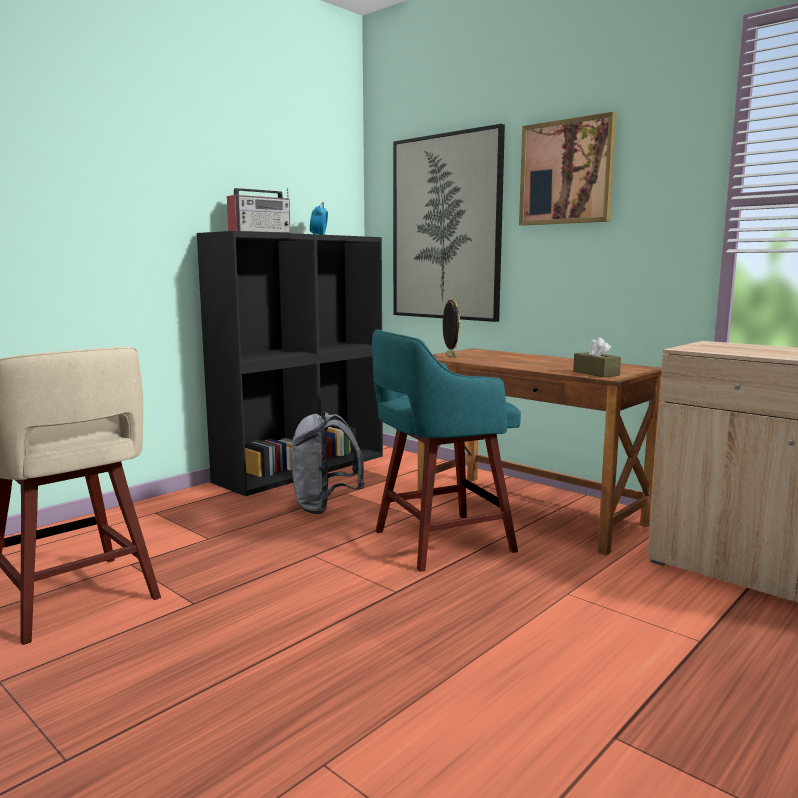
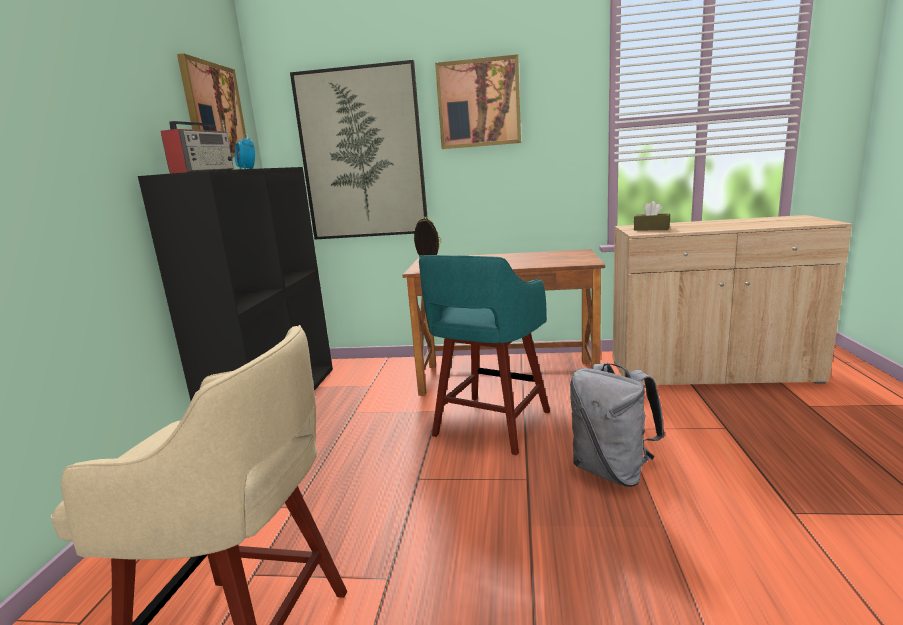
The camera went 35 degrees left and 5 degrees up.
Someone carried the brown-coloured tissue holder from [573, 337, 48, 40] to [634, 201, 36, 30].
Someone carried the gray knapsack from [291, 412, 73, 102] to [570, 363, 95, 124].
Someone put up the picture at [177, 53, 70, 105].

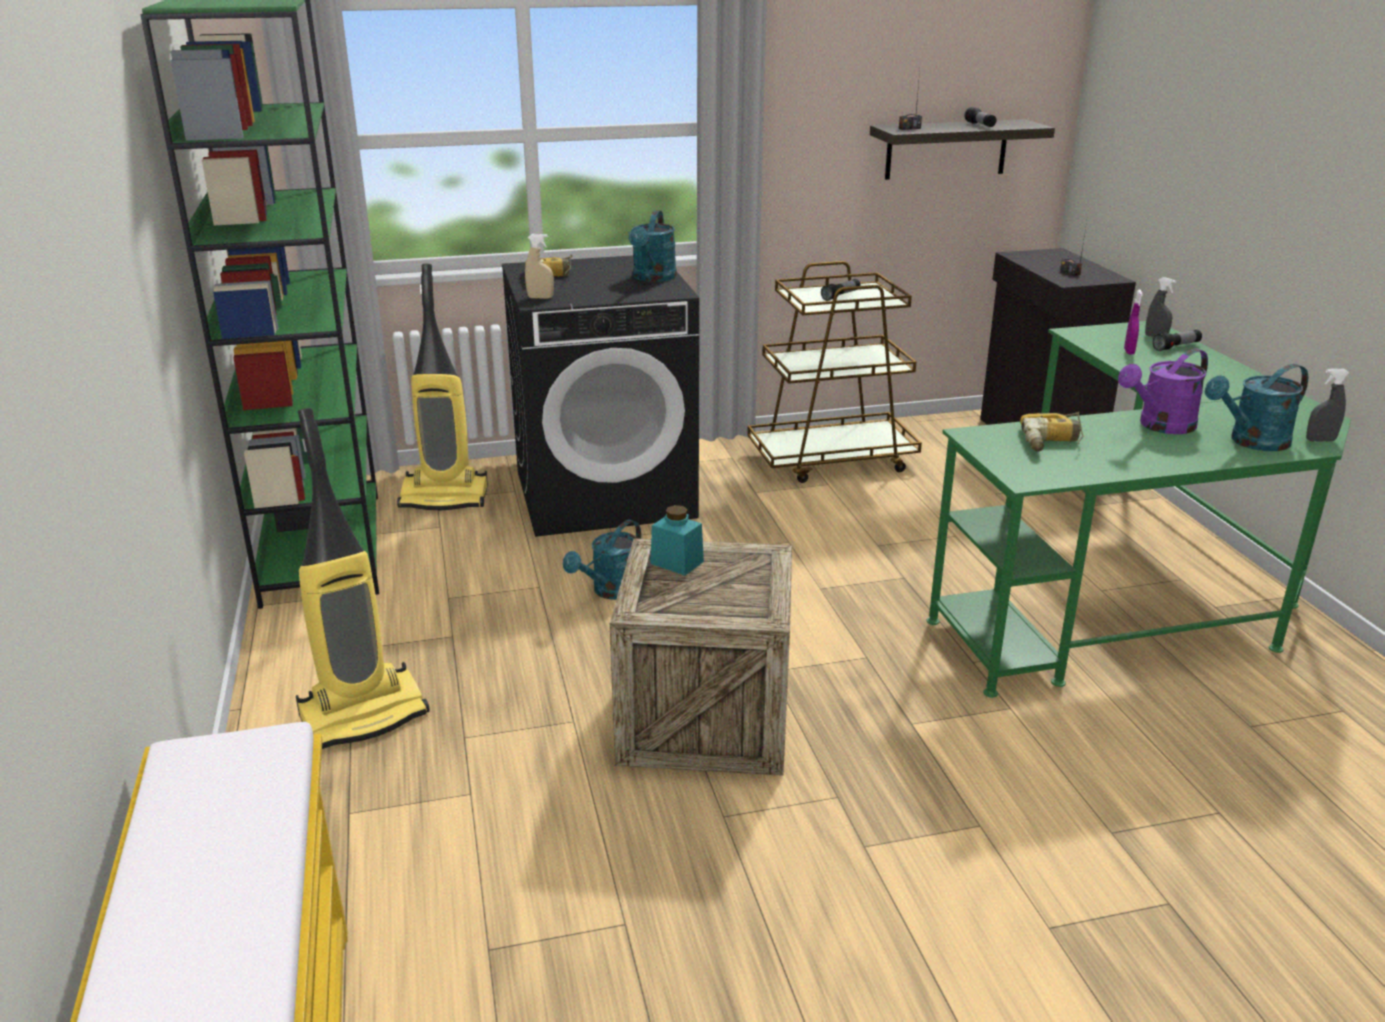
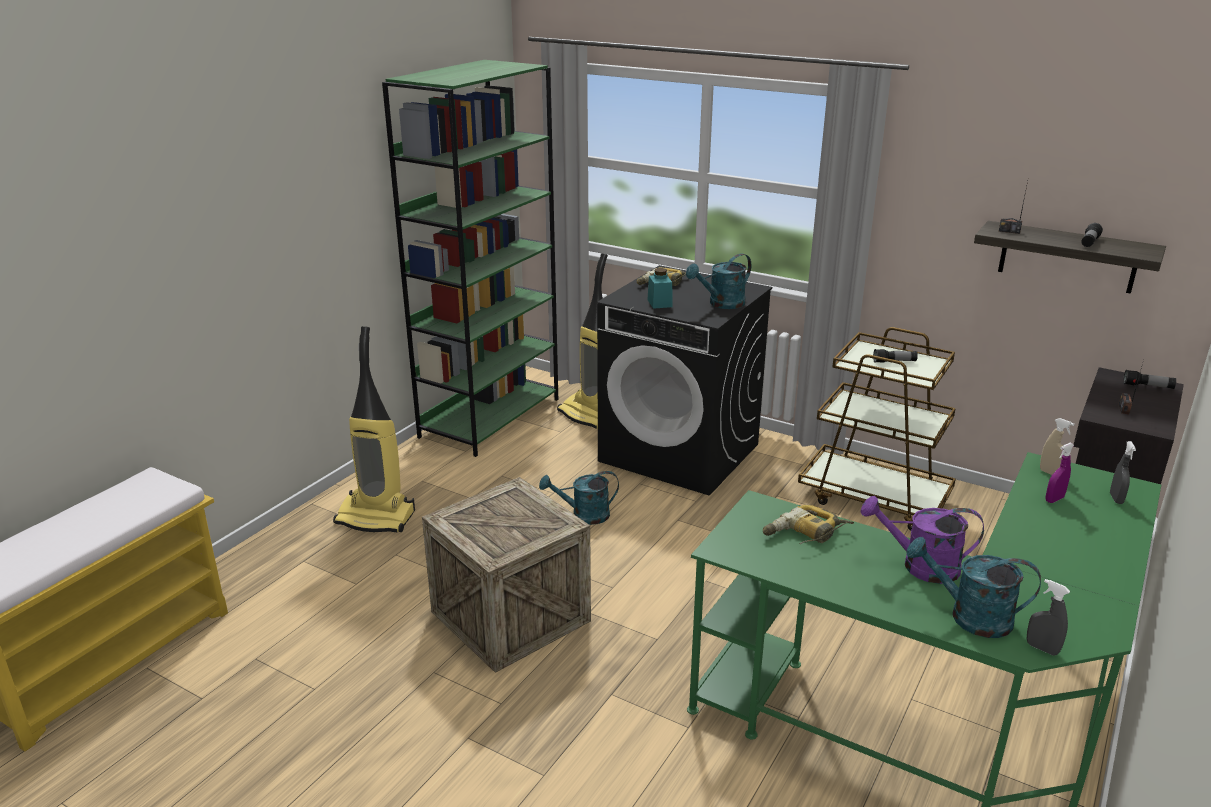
The camera went 45 degrees right and 0 degrees up.
Someone carried the beige sprayer from [525, 234, 29, 65] to [1040, 418, 35, 57].
Someone carried the torch from [1152, 329, 50, 22] to [1123, 370, 53, 19].
Someone carried the turquoise-coloured jar from [650, 505, 54, 71] to [647, 268, 26, 41].

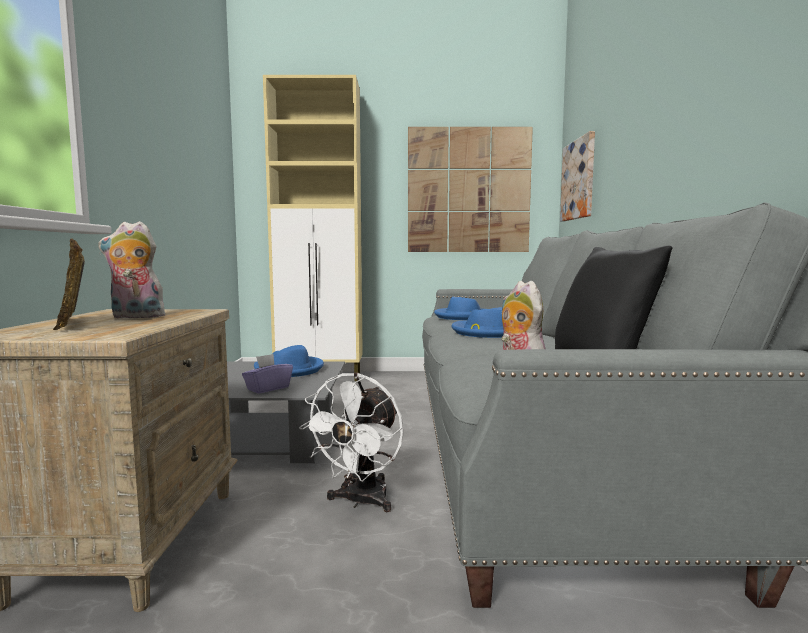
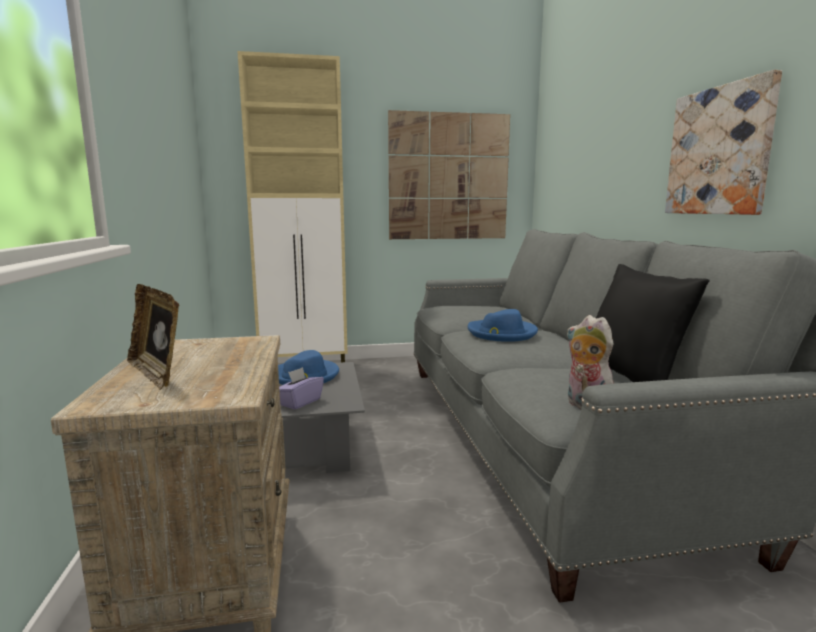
The camera went 10 degrees left and 5 degrees up.
Someone carried the picture from [560, 131, 35, 90] to [665, 70, 117, 145].
Someone took away the soft toy at [98, 221, 73, 97].
Someone took away the blue-coloured hat at [434, 297, 48, 23].
Someone took away the whitish cooling fan at [299, 372, 105, 140].

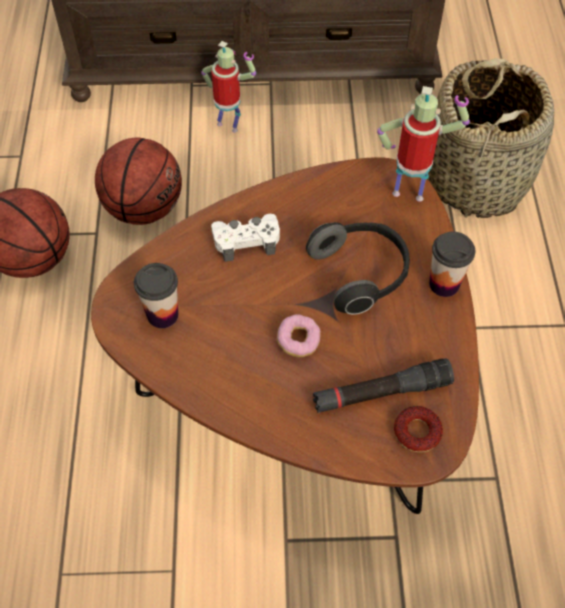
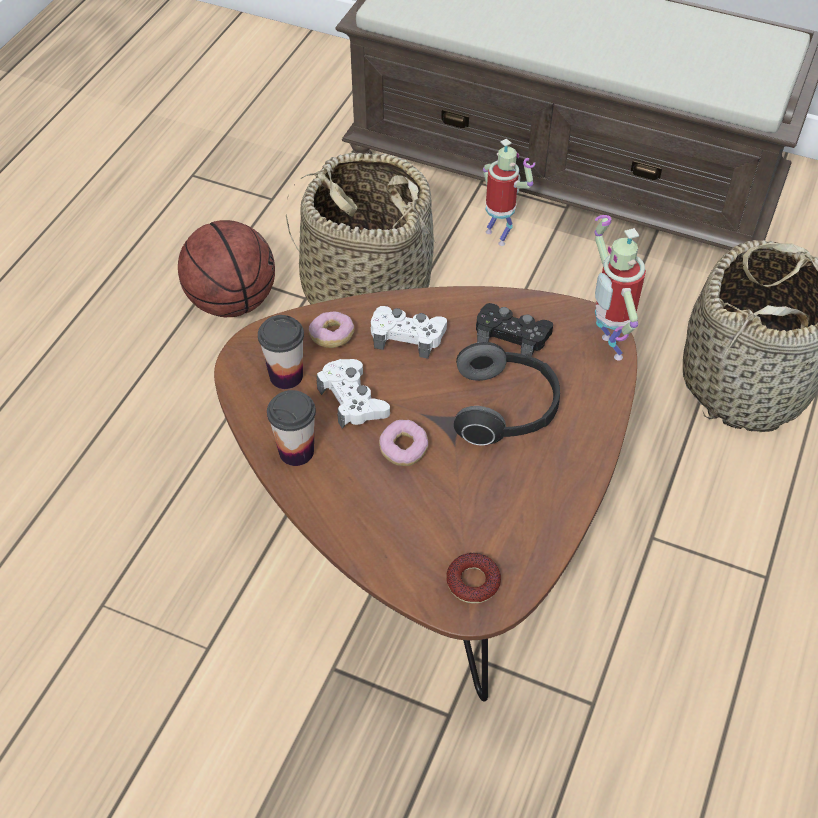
The camera went 25 degrees right and 5 degrees down.
Someone rotated the model robot at [377, 86, 93, 116] by 150 degrees counterclockwise.
Someone swapped the basketball ball at [95, 138, 87, 87] for the basket at [286, 153, 148, 151].
Someone carried the cup from [429, 232, 46, 65] to [267, 390, 49, 76].
Someone took away the blackish torch at [313, 358, 141, 55].
Someone put down the blackish game controller at [476, 303, 77, 54].
Someone put down the ring doughnut at [309, 311, 46, 37].
Someone put down the whitish game controller at [317, 359, 73, 70].

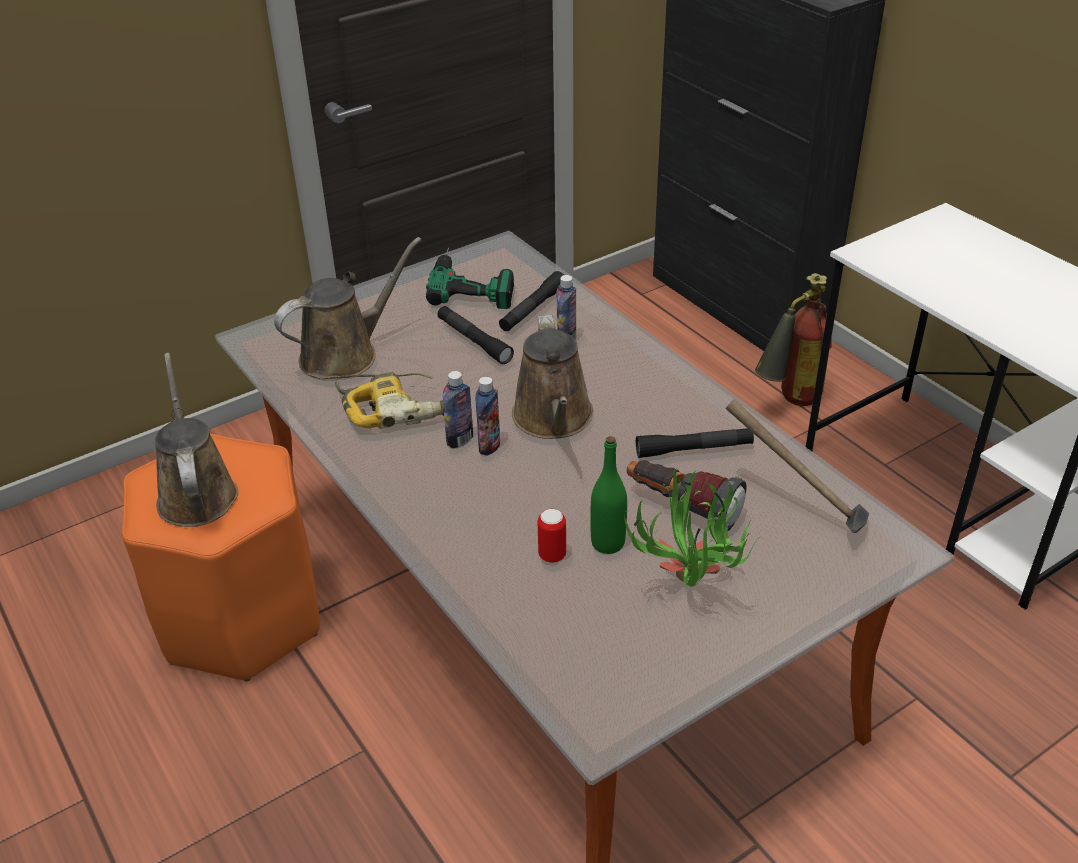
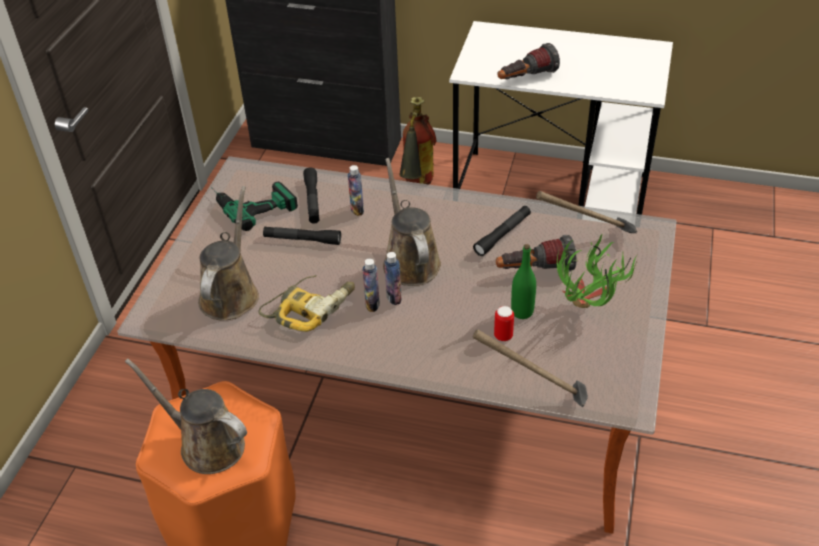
The camera went 40 degrees left and 5 degrees up.
Someone rotated the brown-coloured watering pot at [512, 315, 81, 124] by 150 degrees counterclockwise.
Someone put down the torch at [497, 43, 63, 36].
Someone put down the tool hammer at [473, 329, 115, 78].

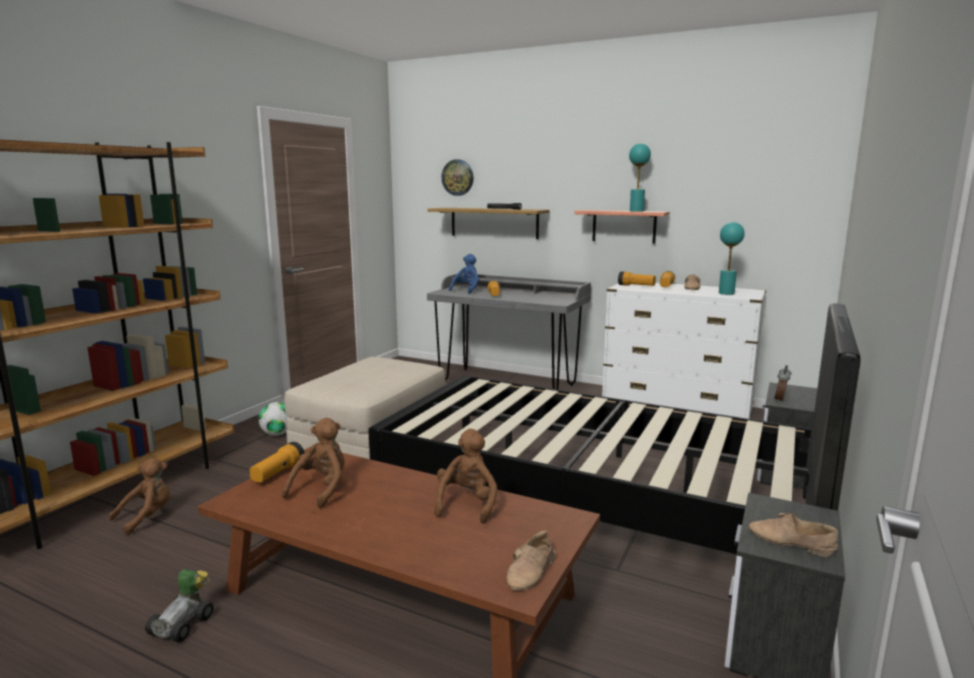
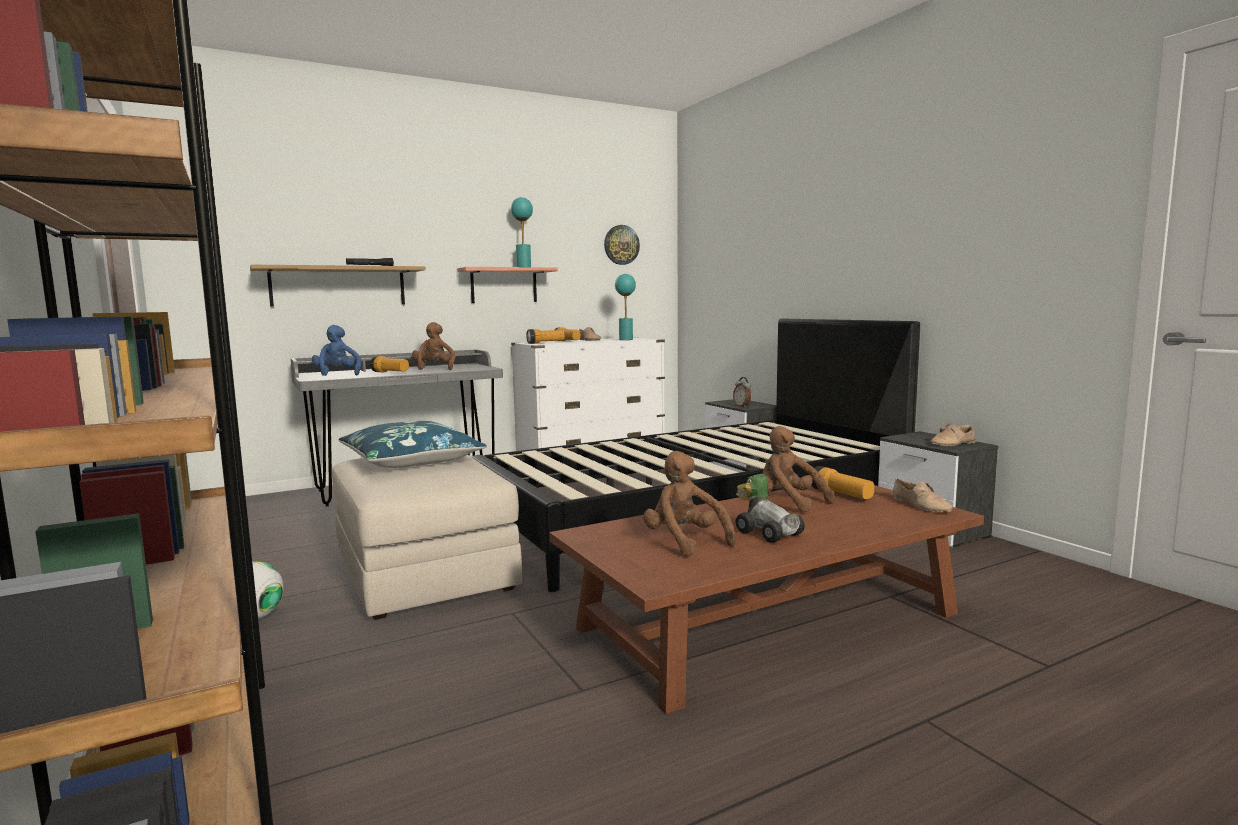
The camera went 55 degrees left and 5 degrees down.
Someone carried the hanging clock from [441, 159, 33, 37] to [604, 225, 36, 40].
Someone carried the torch from [249, 442, 56, 41] to [811, 466, 64, 33].
Someone carried the brown-coloured soft toy from [109, 458, 62, 77] to [412, 322, 43, 48].
Someone carried the miniature car from [145, 569, 69, 73] to [735, 474, 70, 69].
Someone put down the blue-coloured pillow at [339, 421, 148, 47].

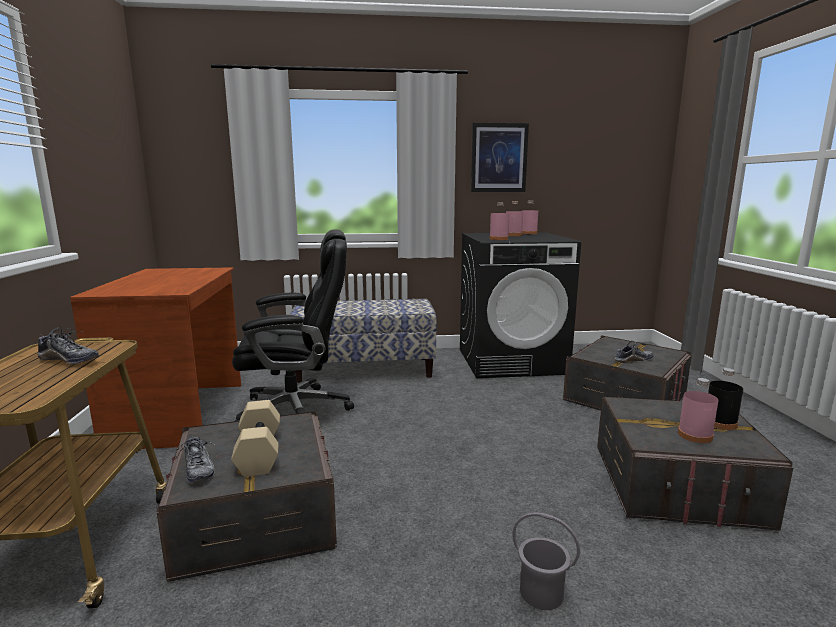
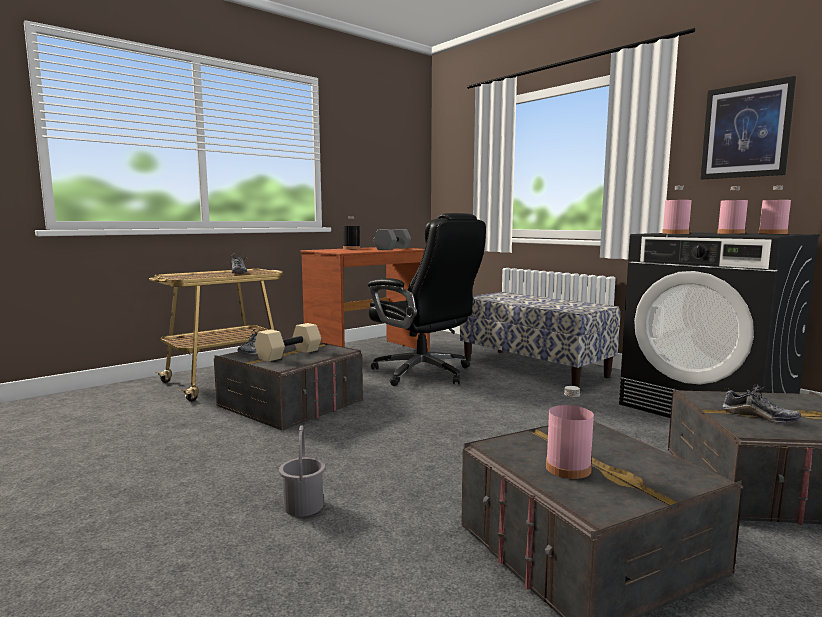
The camera went 55 degrees right and 5 degrees down.
Someone carried the blackish drink bottle from [708, 368, 35, 62] to [343, 216, 17, 34].
Someone put down the gray dumbbell at [373, 229, 38, 21].

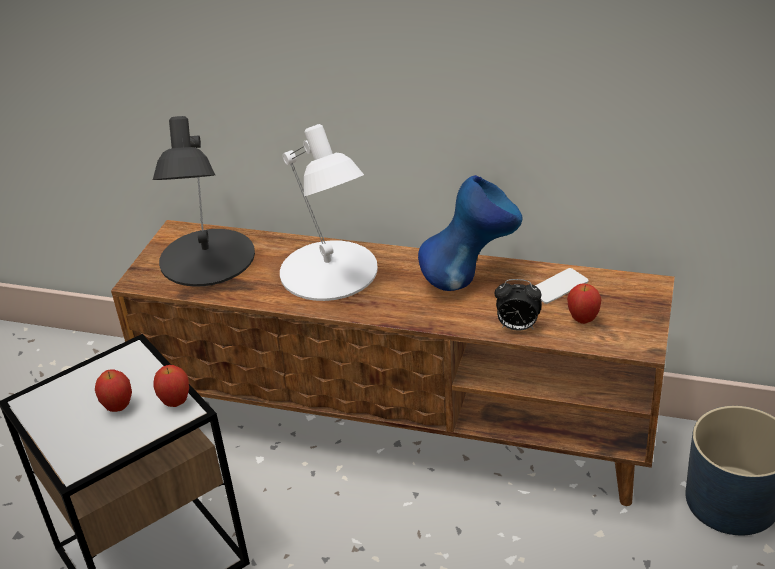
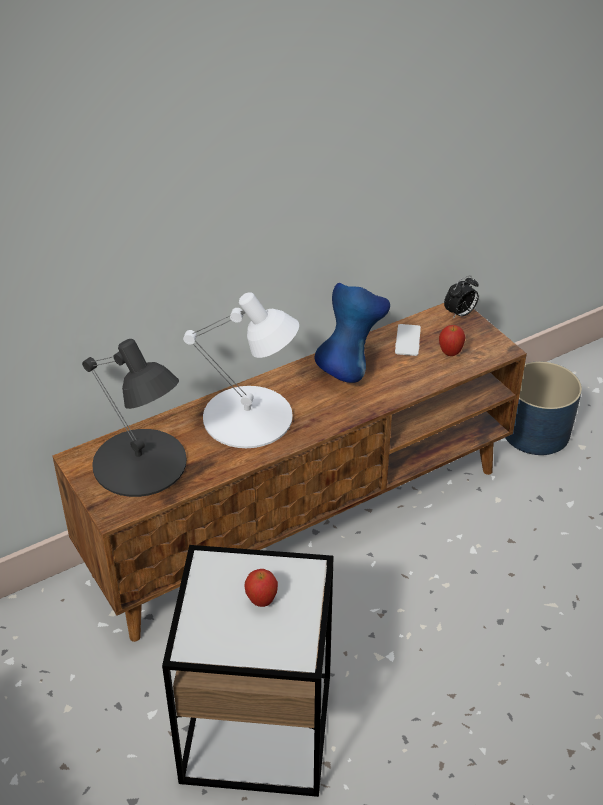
The camera went 50 degrees left and 5 degrees up.
Someone carried the table clock from [494, 279, 48, 51] to [444, 275, 35, 44].
Someone took away the apple fruit at [153, 365, 36, 42].

